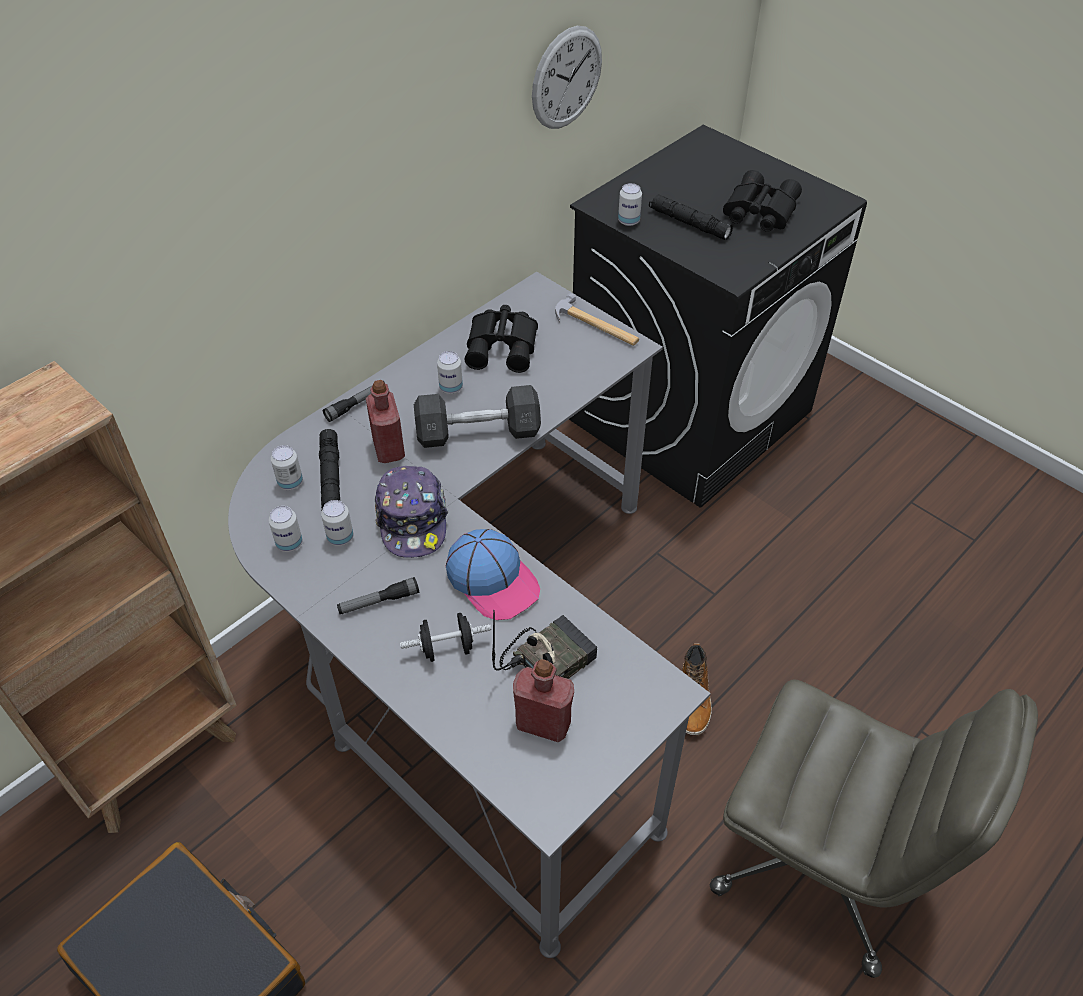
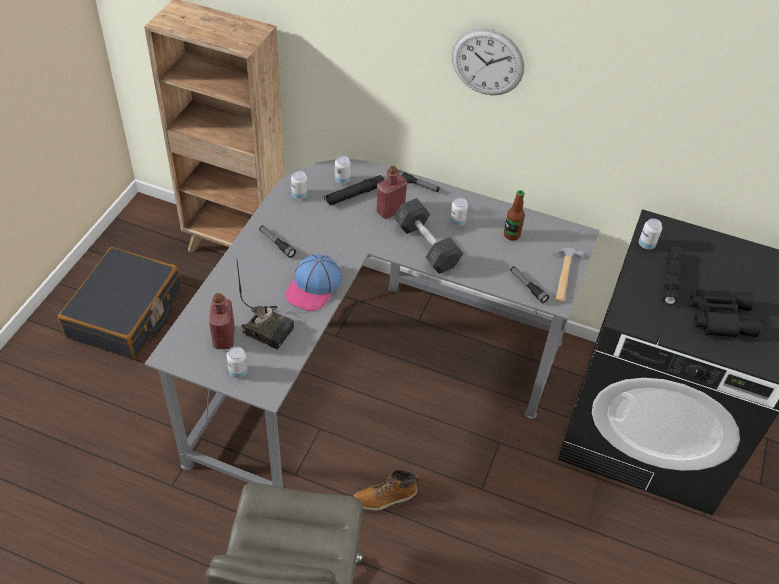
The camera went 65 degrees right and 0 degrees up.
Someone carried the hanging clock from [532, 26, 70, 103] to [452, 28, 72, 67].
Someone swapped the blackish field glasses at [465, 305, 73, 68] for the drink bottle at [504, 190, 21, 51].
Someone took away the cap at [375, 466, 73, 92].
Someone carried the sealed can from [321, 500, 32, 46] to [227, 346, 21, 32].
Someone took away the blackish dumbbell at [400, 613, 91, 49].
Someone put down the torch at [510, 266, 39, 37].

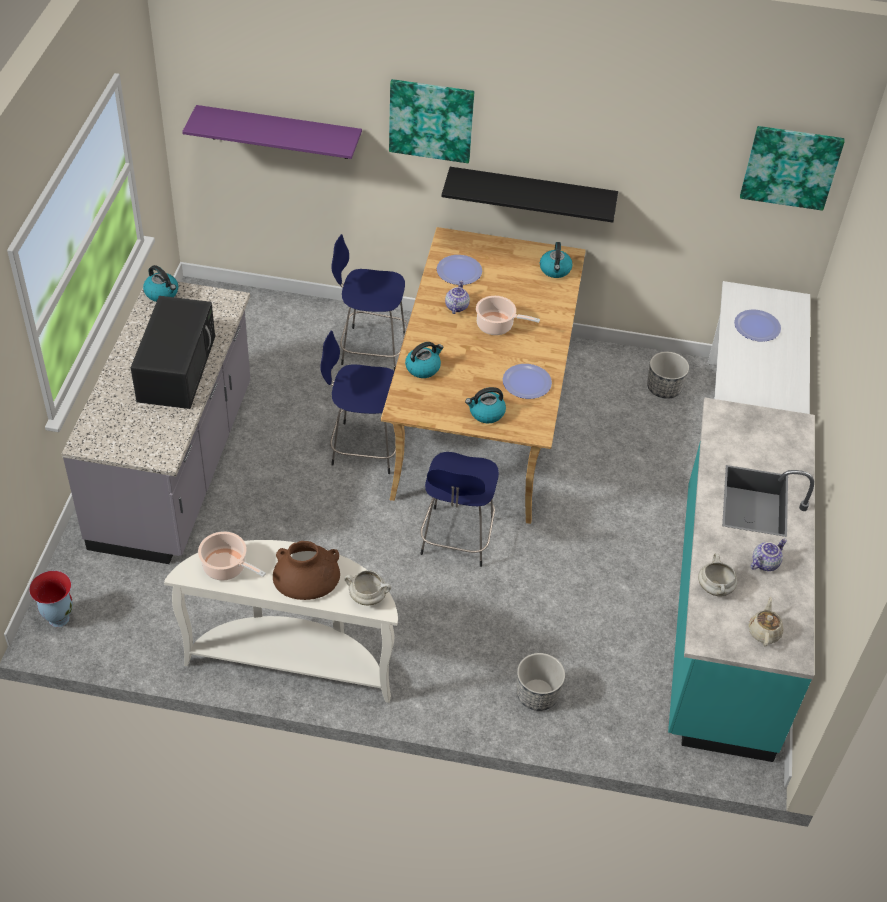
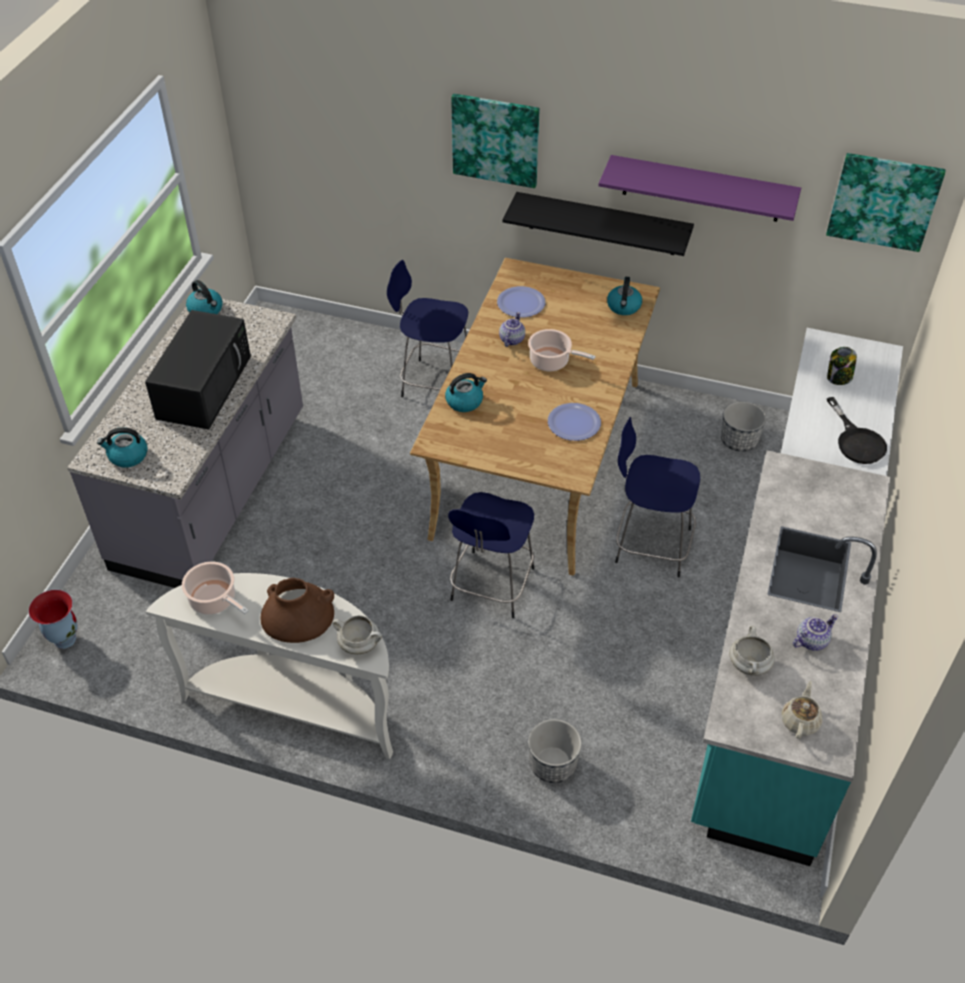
The camera went 10 degrees right and 0 degrees up.
Someone carried the purplish shelf from [182, 105, 180, 54] to [598, 155, 203, 67].
Someone swapped the flat dish at [734, 309, 47, 33] for the jar at [827, 347, 30, 38].
Someone carried the blue-coloured stool from [320, 330, 76, 144] to [615, 417, 85, 160].
Someone carried the kettle from [465, 387, 41, 36] to [97, 427, 50, 41].
Someone put down the blackish skillet at [827, 397, 60, 67].

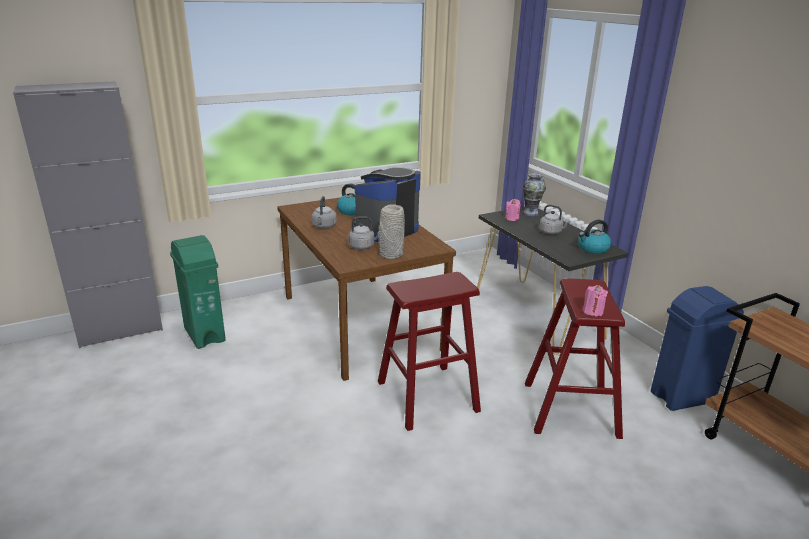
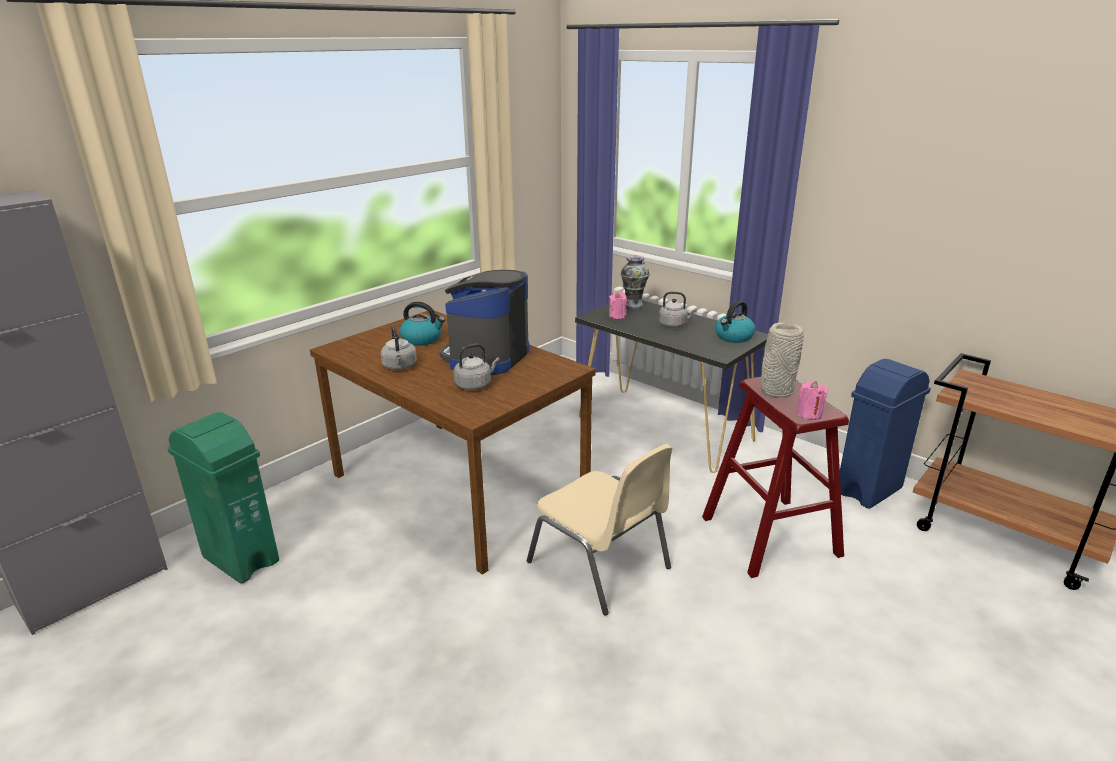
The camera went 20 degrees left and 0 degrees up.
Someone carried the gray vase from [379, 204, 26, 55] to [760, 322, 44, 76].
Someone swapped the red-coloured stool at [378, 272, 103, 159] for the beige plain chair at [527, 444, 145, 171].

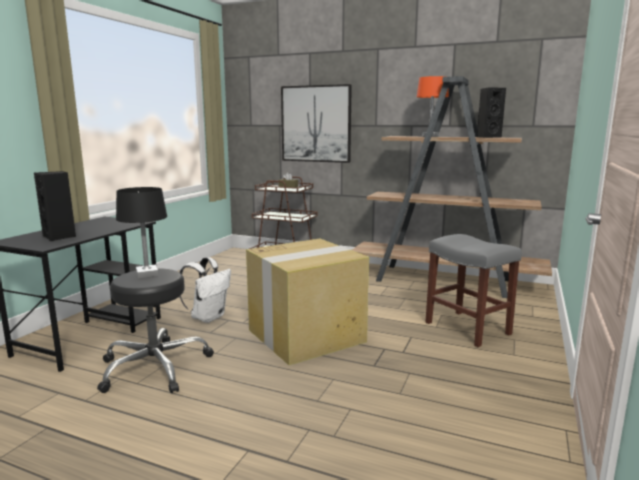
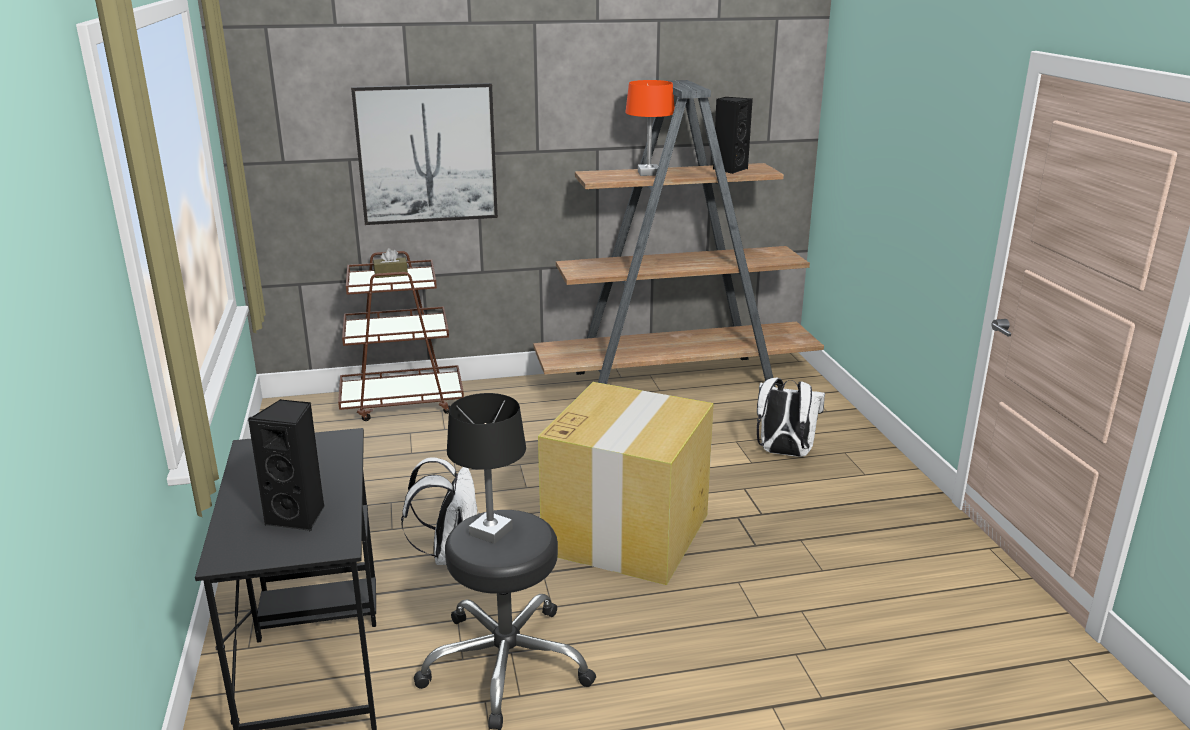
The camera went 35 degrees left and 10 degrees up.
Someone swapped the gray stool at [425, 234, 97, 113] for the whitish knapsack at [757, 378, 68, 79].

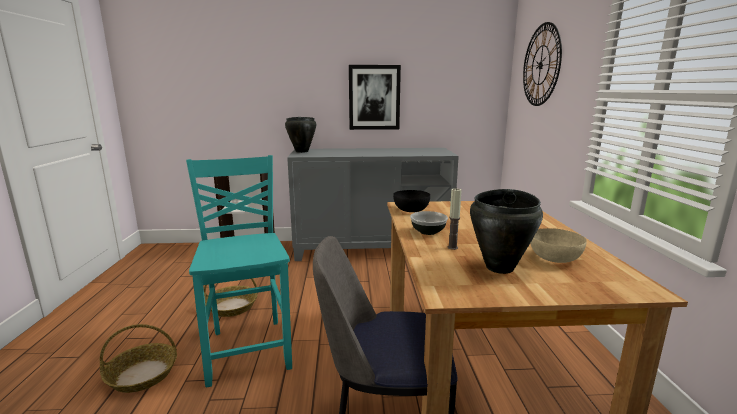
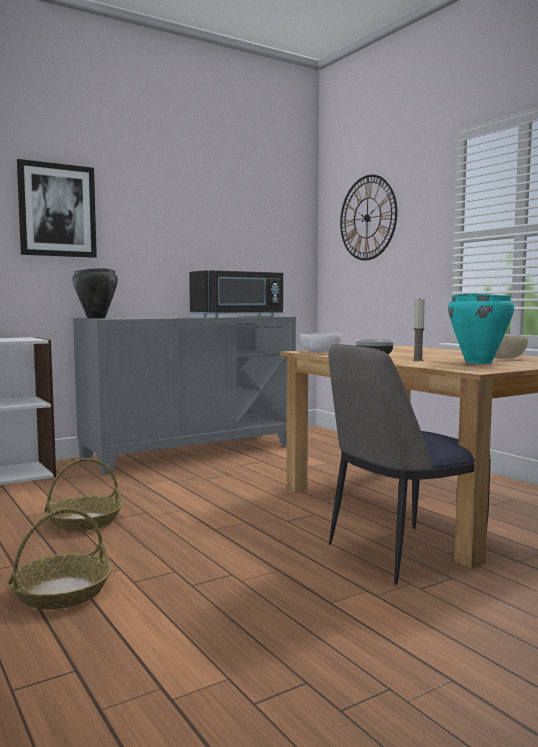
The camera went 30 degrees left and 10 degrees down.
Someone carried the picture from [349, 65, 52, 65] to [17, 159, 80, 99].
Someone took away the turquoise-coloured plain chair at [186, 155, 106, 233].
Someone repainted the blackish stockpot at [470, 189, 73, 85], which became the turquoise-coloured stockpot at [448, 293, 66, 71].
Someone repainted the blackish bowl at [393, 190, 37, 22], which became the whitish bowl at [300, 333, 42, 20].
Someone put down the blackish microwave at [189, 270, 94, 47].

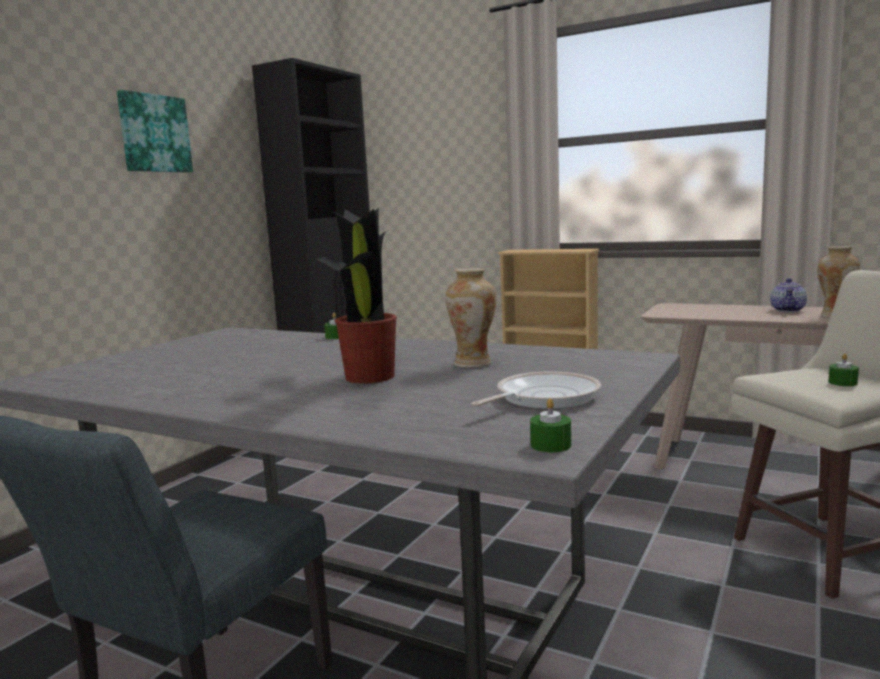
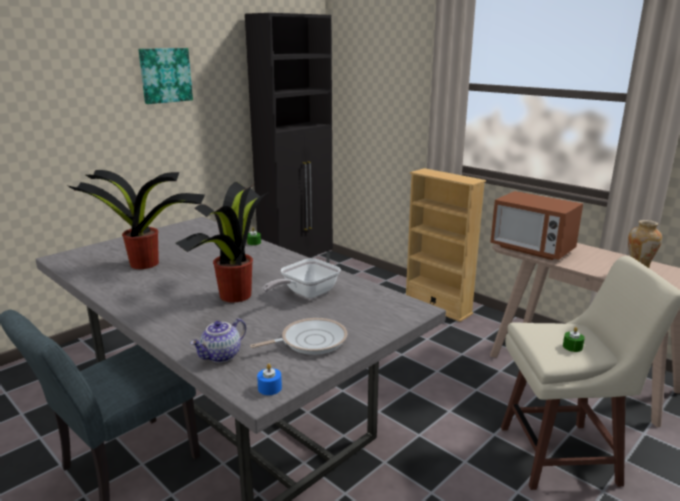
The camera went 15 degrees right and 10 degrees up.
Someone swapped the vase at [445, 268, 51, 100] for the skillet at [263, 258, 78, 40].
Someone carried the pot for tea from [770, 278, 37, 34] to [190, 318, 56, 45].
Someone repainted the greenish candle at [530, 399, 41, 53], which became the blue-coloured candle at [257, 364, 25, 31].
Someone put down the potted plant at [68, 170, 137, 99].
Someone put down the microwave at [490, 191, 93, 69].

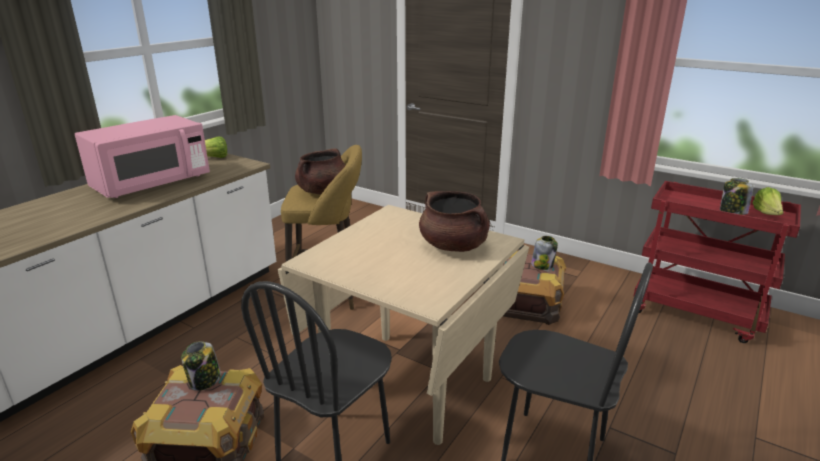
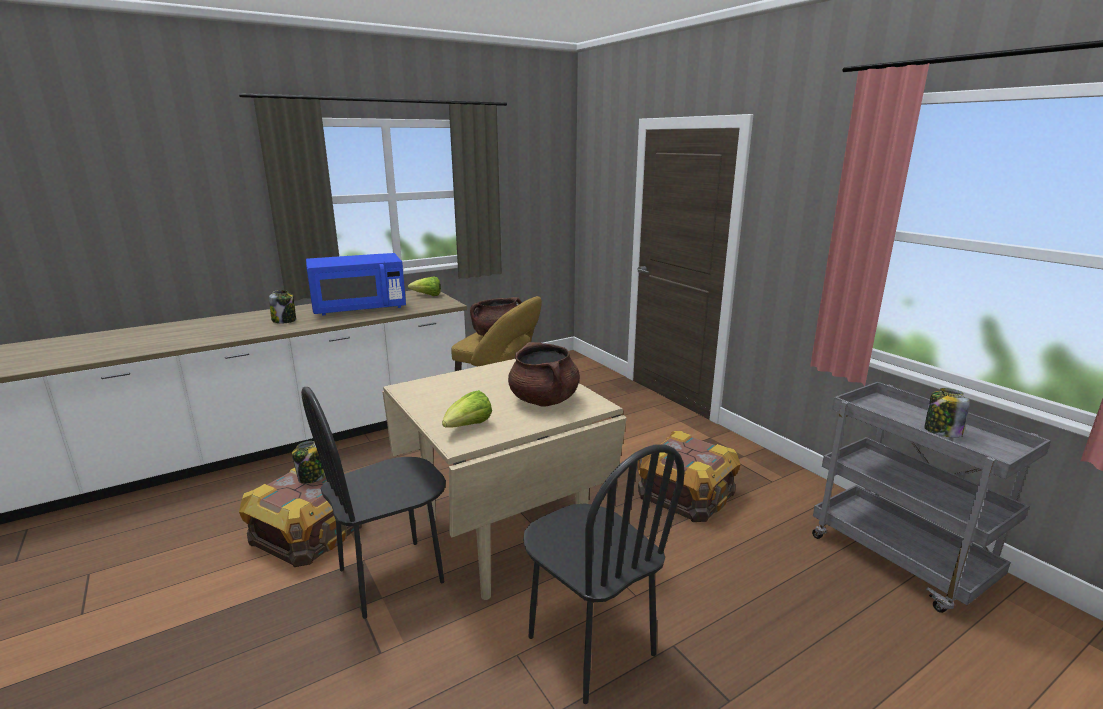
The camera went 25 degrees right and 5 degrees down.
Someone repainted the pink-coloured microwave at [75, 115, 135, 83], which became the blue-coloured microwave at [306, 253, 100, 63].
Someone repainted the red-coloured wheeled cart at [634, 181, 167, 162], which became the gray wheeled cart at [812, 382, 239, 231].
Someone carried the lettuce from [752, 187, 32, 28] to [442, 390, 50, 38].
Someone carried the jar from [531, 236, 27, 34] to [269, 290, 27, 33].

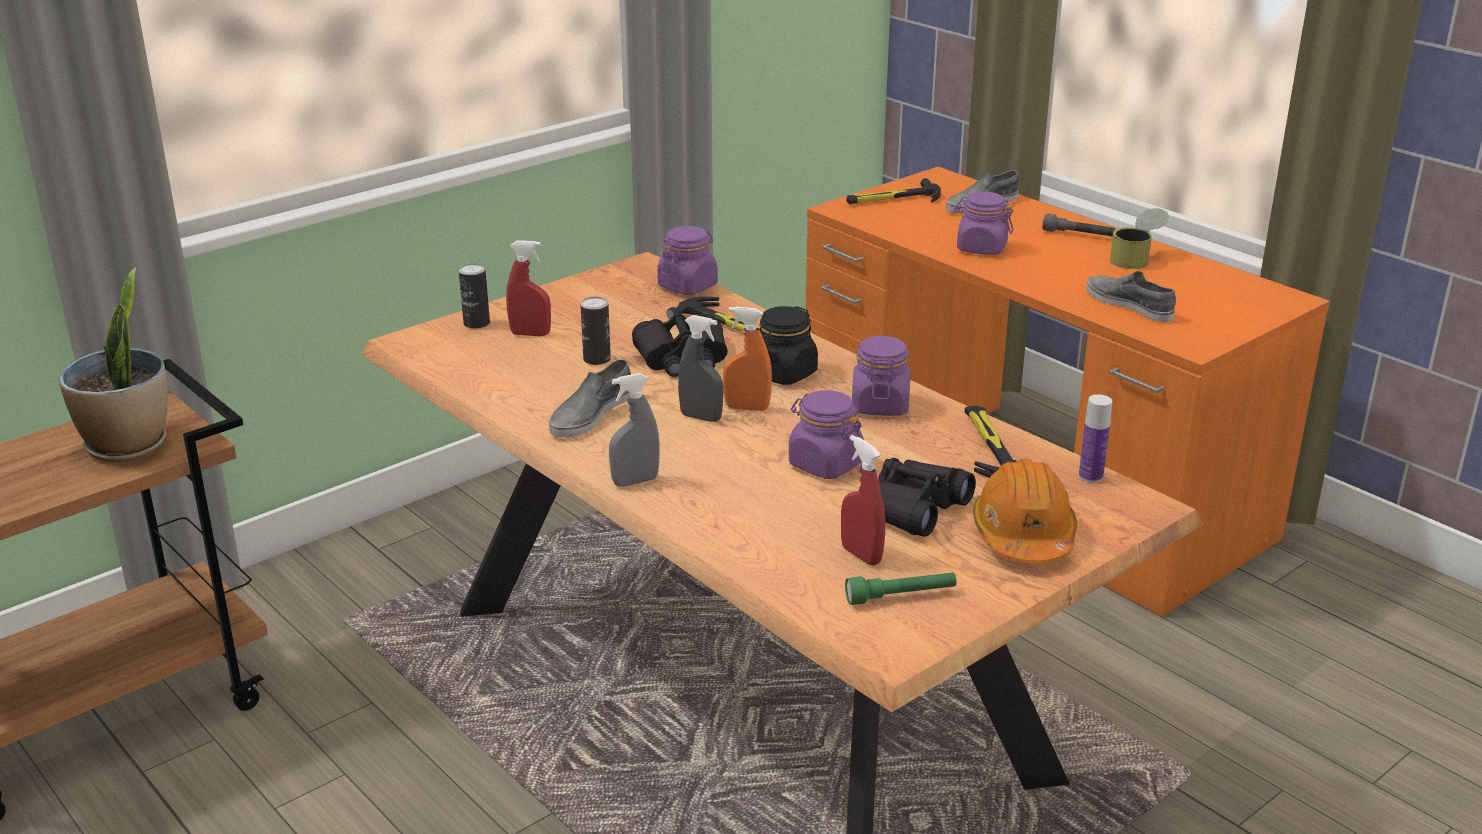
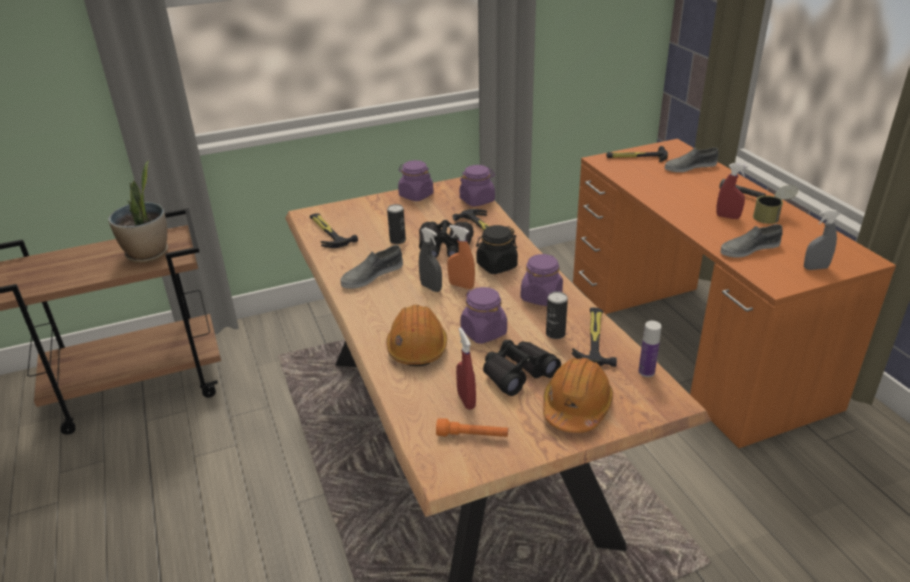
The camera went 20 degrees right and 5 degrees up.
Someone carried the purplish jar from [954, 192, 60, 63] to [398, 160, 36, 41].
Someone carried the red-coloured sprayer from [506, 240, 45, 96] to [716, 163, 32, 56].
Someone carried the sealed can from [459, 263, 31, 66] to [546, 291, 22, 48].
Someone rotated the gray low shoe at [1086, 271, 90, 51] by 90 degrees counterclockwise.
Someone carried the gray sprayer from [609, 373, 51, 114] to [804, 210, 36, 60].
Someone repainted the greenish torch at [845, 573, 112, 32], which became the orangey torch at [436, 418, 72, 19].
Someone put down the tool hammer at [310, 214, 48, 34].
Someone put down the orangey safety helmet at [386, 305, 61, 62].

